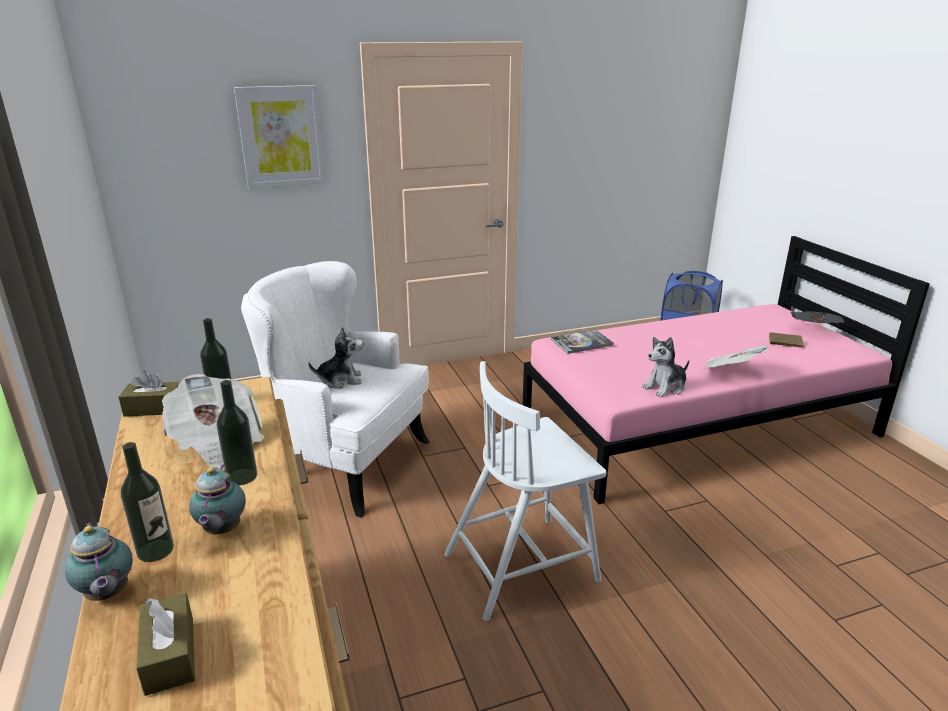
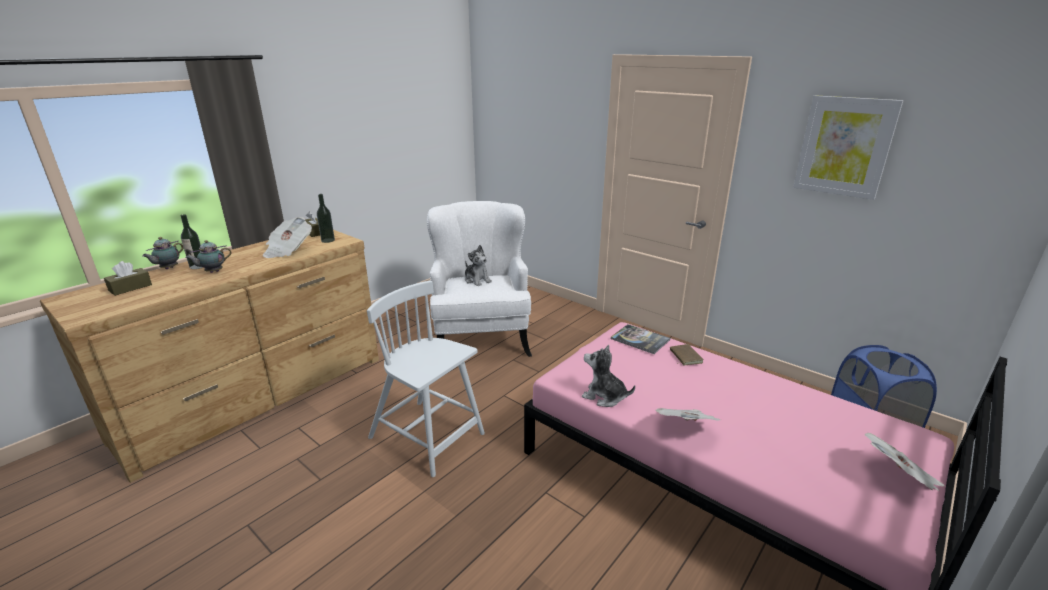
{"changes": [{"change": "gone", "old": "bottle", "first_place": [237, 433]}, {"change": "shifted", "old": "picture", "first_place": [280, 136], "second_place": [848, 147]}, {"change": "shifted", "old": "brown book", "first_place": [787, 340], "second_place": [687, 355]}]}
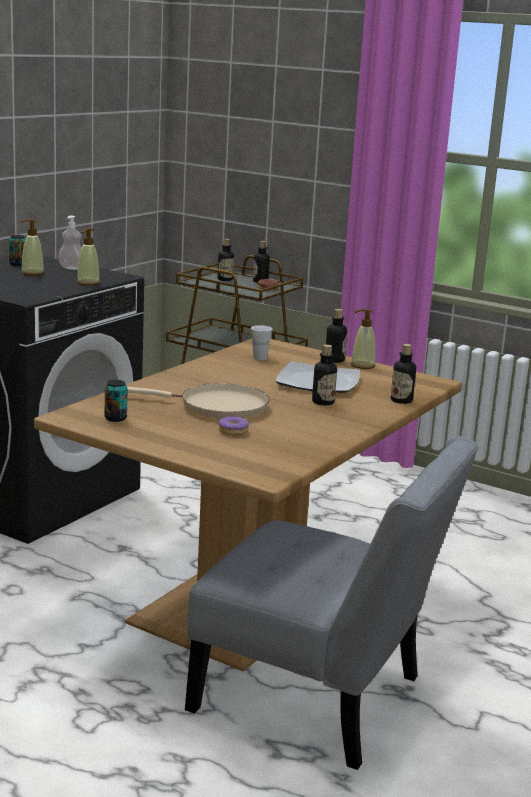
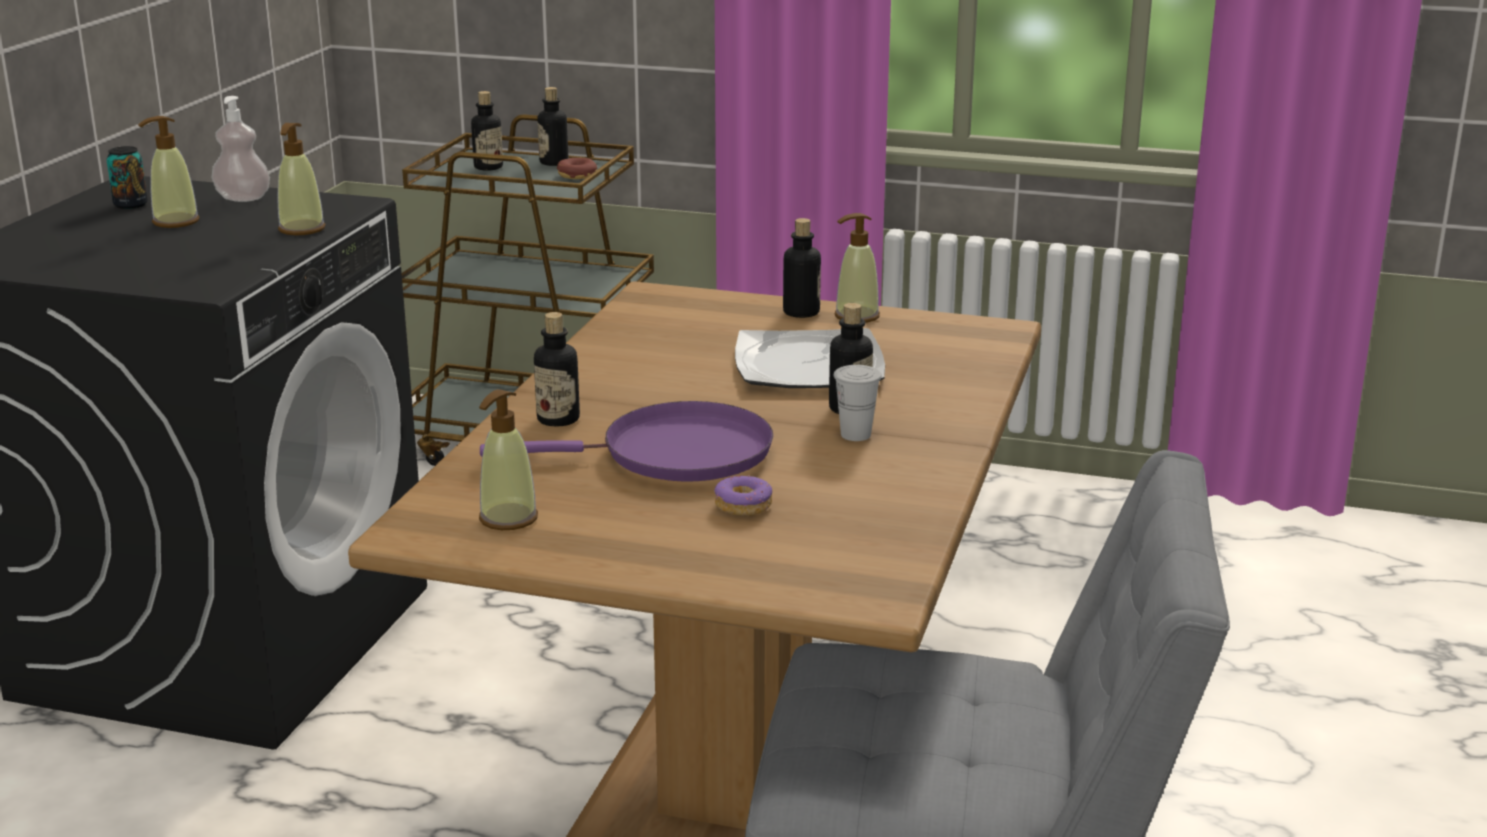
{"changes": [{"change": "swapped", "old": "can", "new": "soap dispenser", "first_place": [116, 401], "second_place": [508, 459]}, {"change": "repainted", "old": "beige frying pan", "new": "purple frying pan", "first_place": [198, 401], "second_place": [626, 441]}, {"change": "shifted", "old": "white cup", "first_place": [262, 342], "second_place": [857, 403]}, {"change": "shifted", "old": "bottle", "first_place": [403, 374], "second_place": [557, 369]}]}
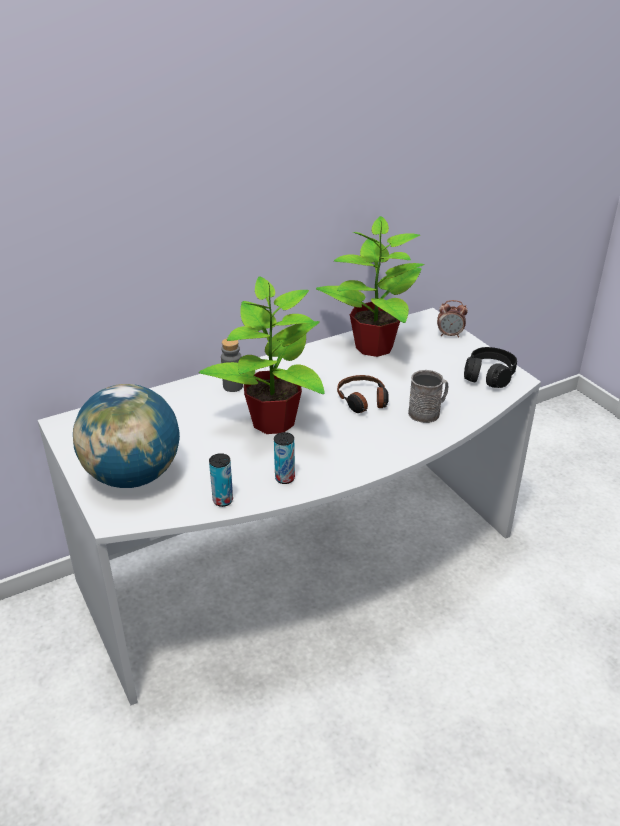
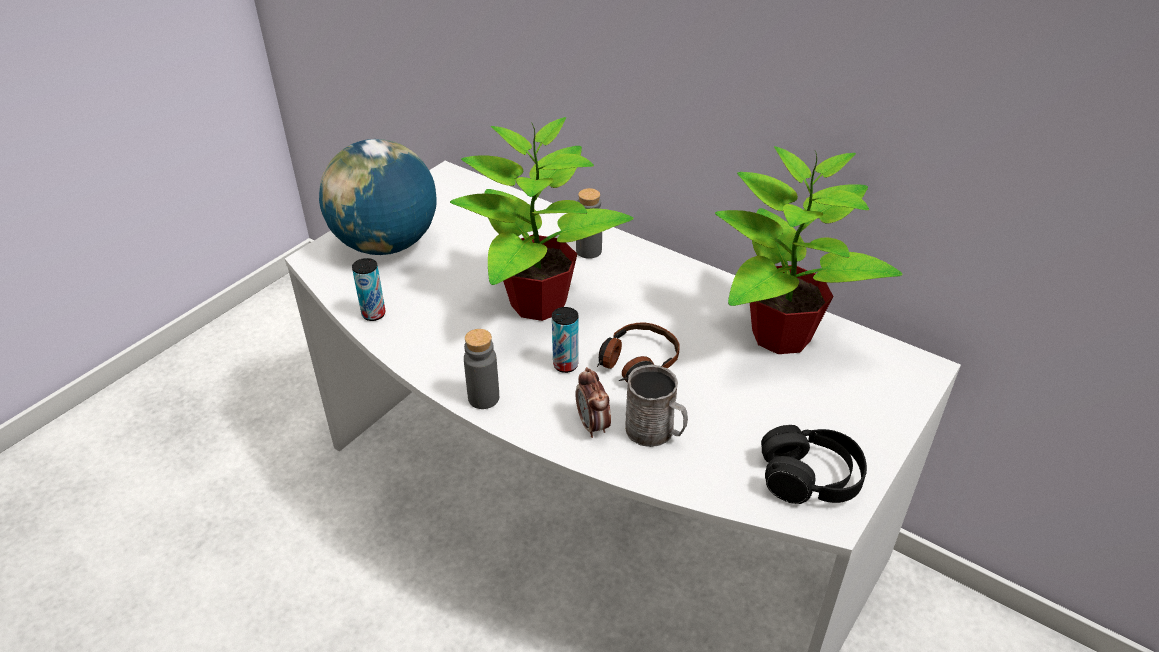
{"changes": [{"change": "shifted", "old": "can", "first_place": [284, 458], "second_place": [565, 340]}, {"change": "shifted", "old": "alarm clock", "first_place": [452, 319], "second_place": [593, 402]}, {"change": "new", "new": "grey bottle", "second_place": [481, 369]}]}
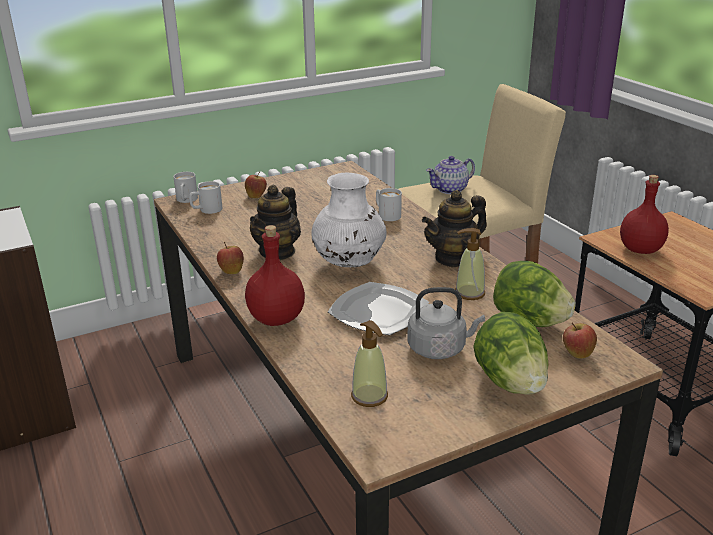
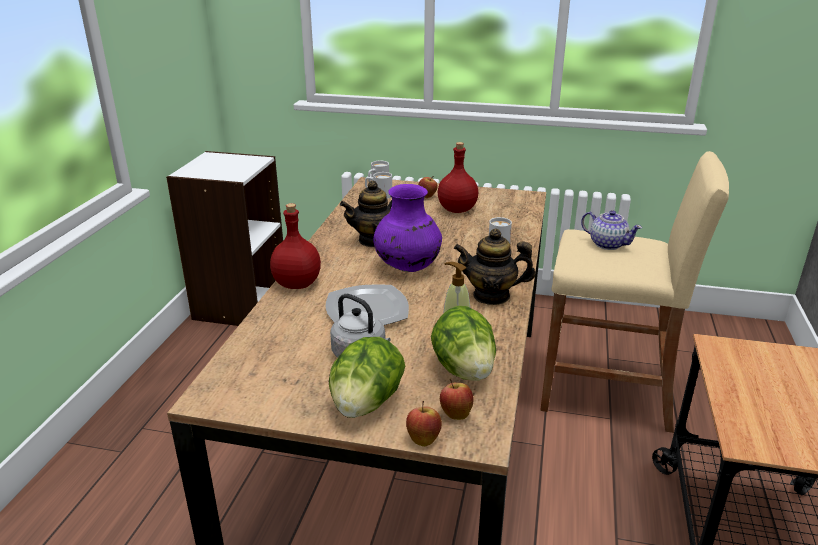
{"changes": [{"change": "shifted", "old": "apple", "first_place": [230, 258], "second_place": [424, 424]}, {"change": "repainted", "old": "white vase", "new": "purple vase", "first_place": [349, 220], "second_place": [407, 228]}, {"change": "gone", "old": "soap dispenser", "first_place": [369, 363]}, {"change": "rotated", "old": "teapot", "first_place": [450, 175], "second_place": [611, 230], "degrees": -150}, {"change": "shifted", "old": "red bottle", "first_place": [644, 214], "second_place": [458, 177]}]}
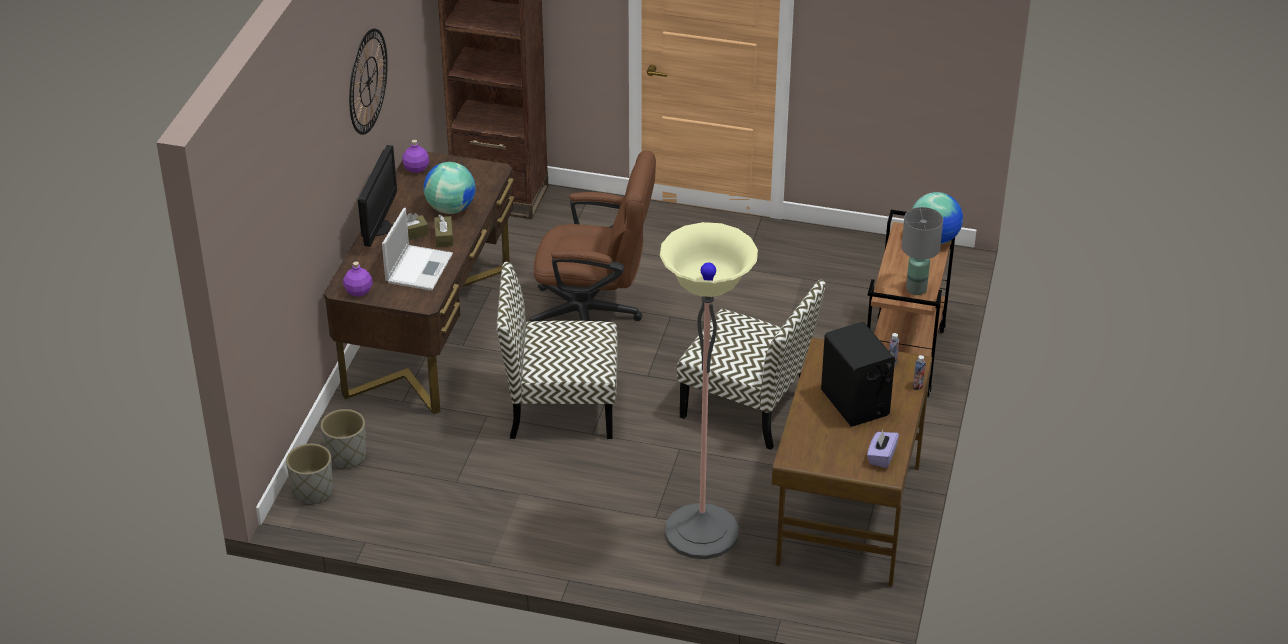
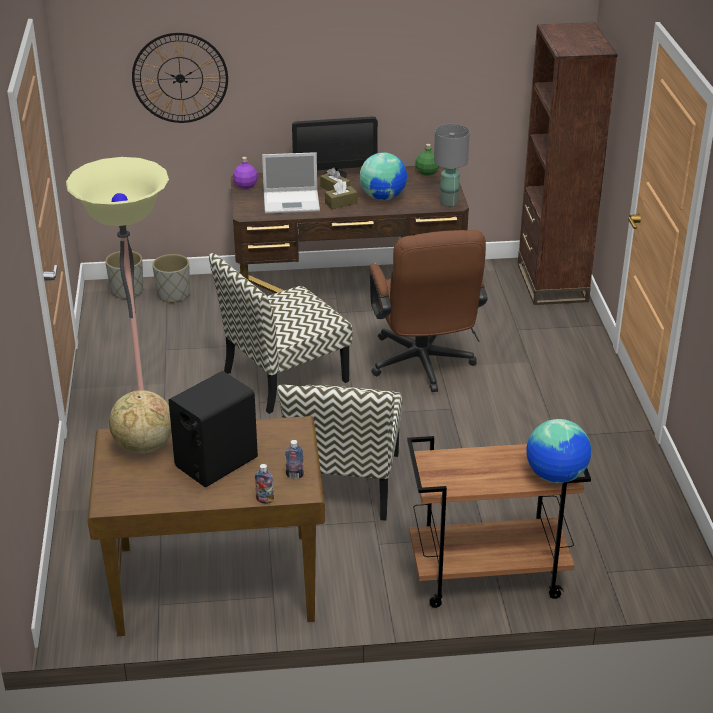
{"changes": [{"change": "shifted", "old": "wall clock", "first_place": [368, 82], "second_place": [180, 77]}, {"change": "repainted", "old": "purple bottle", "new": "green bottle", "first_place": [415, 156], "second_place": [427, 159]}, {"change": "rotated", "old": "chair", "first_place": [557, 350], "second_place": [280, 333], "degrees": -105}, {"change": "gone", "old": "purple tissue box", "first_place": [883, 449]}, {"change": "shifted", "old": "grey table lamp", "first_place": [922, 251], "second_place": [452, 165]}, {"change": "new", "new": "globe", "second_place": [140, 422]}]}
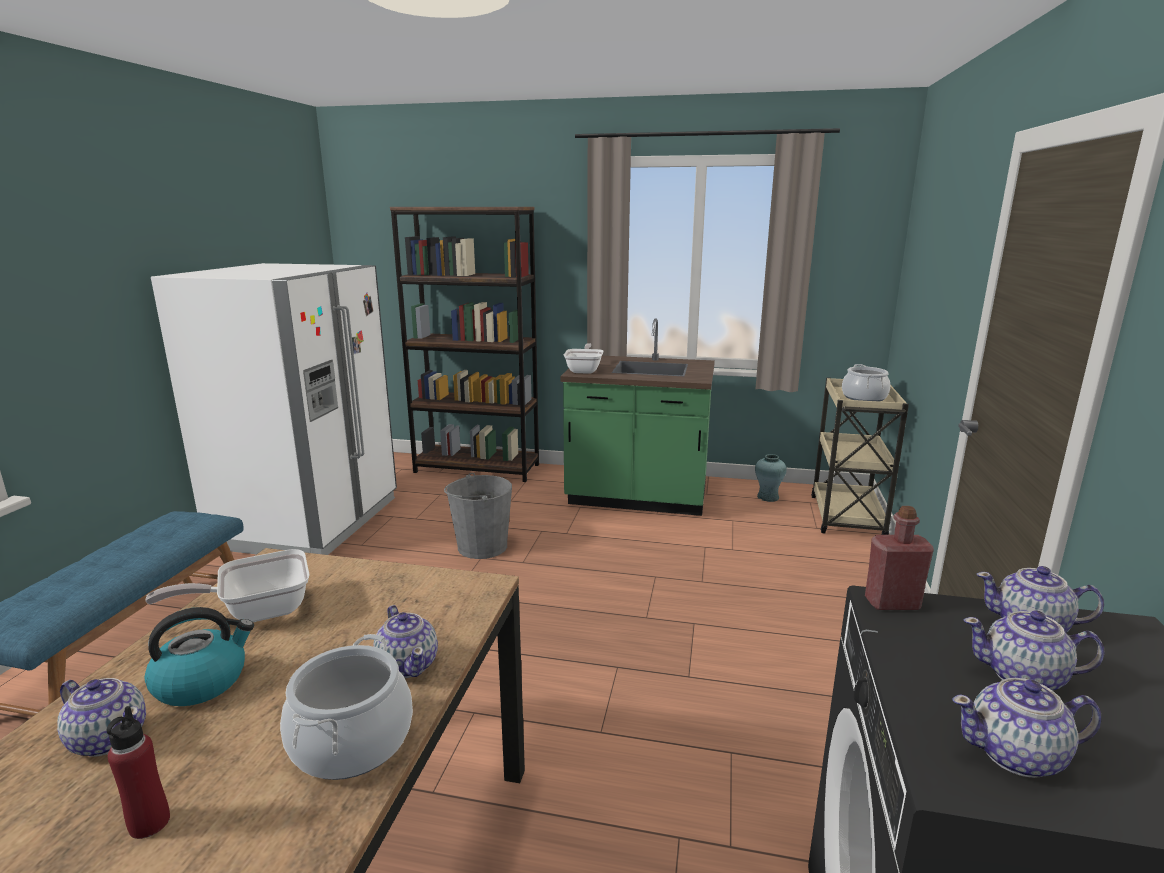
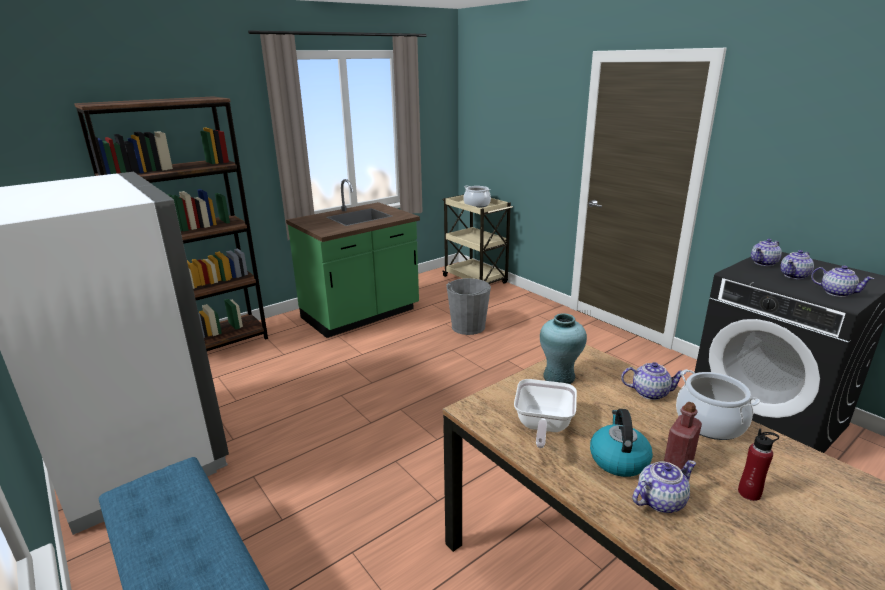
{"changes": [{"change": "shifted", "old": "grey bucket", "first_place": [478, 516], "second_place": [469, 306]}, {"change": "gone", "old": "frying pan", "first_place": [584, 358]}, {"change": "shifted", "old": "turquoise vase", "first_place": [770, 478], "second_place": [563, 348]}, {"change": "shifted", "old": "red bottle", "first_place": [899, 558], "second_place": [683, 436]}, {"change": "rotated", "old": "teapot", "first_place": [1026, 728], "second_place": [842, 281], "degrees": -90}]}
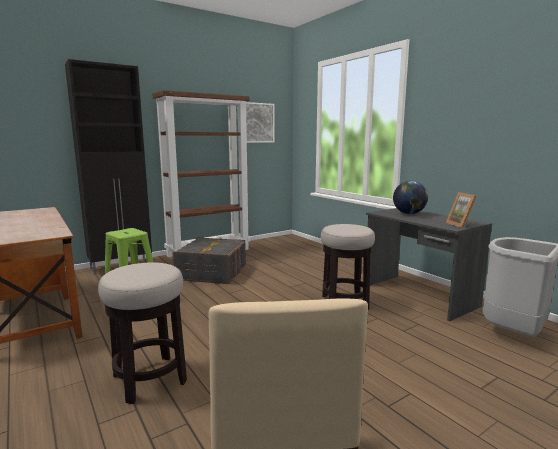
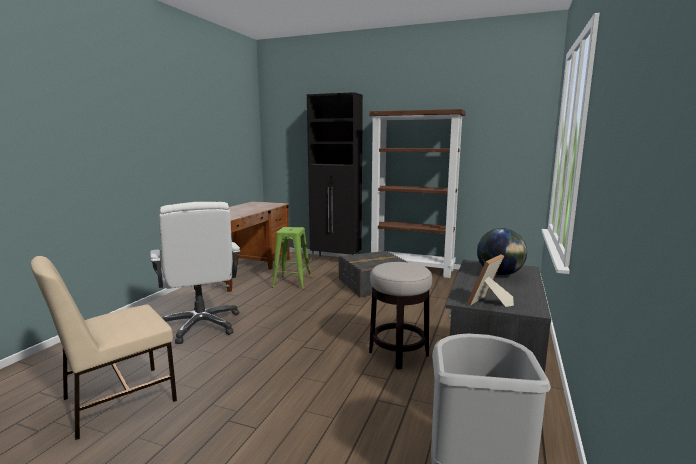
{"changes": [{"change": "swapped", "old": "stool", "new": "white office chair", "first_place": [142, 333], "second_place": [195, 273]}, {"change": "gone", "old": "picture", "first_place": [260, 122]}]}
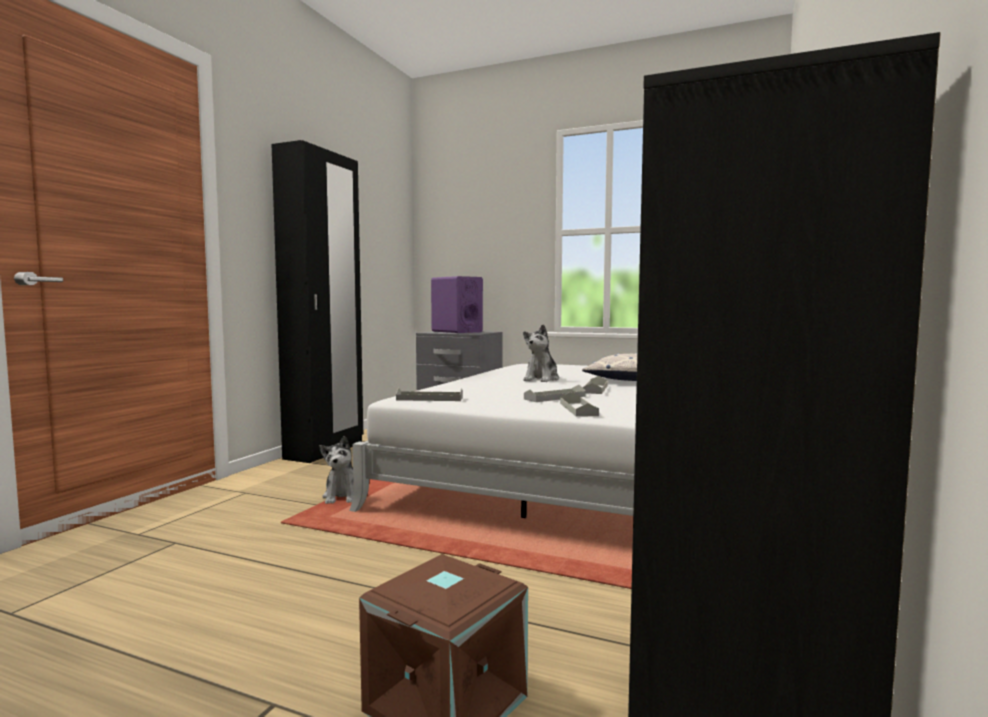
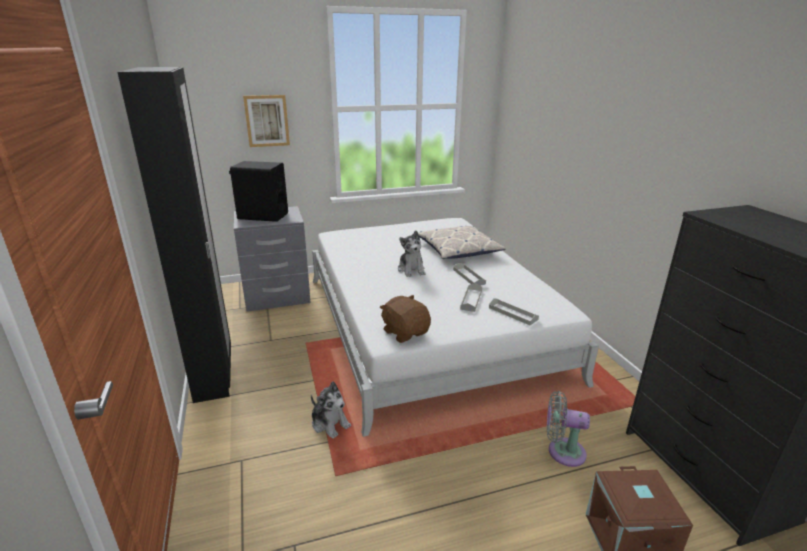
{"changes": [{"change": "swapped", "old": "grey tray", "new": "brown plush toy", "first_place": [429, 394], "second_place": [405, 319]}, {"change": "repainted", "old": "purple speaker", "new": "black speaker", "first_place": [457, 304], "second_place": [258, 191]}, {"change": "new", "new": "picture", "second_place": [266, 121]}, {"change": "new", "new": "grey fan", "second_place": [568, 429]}]}
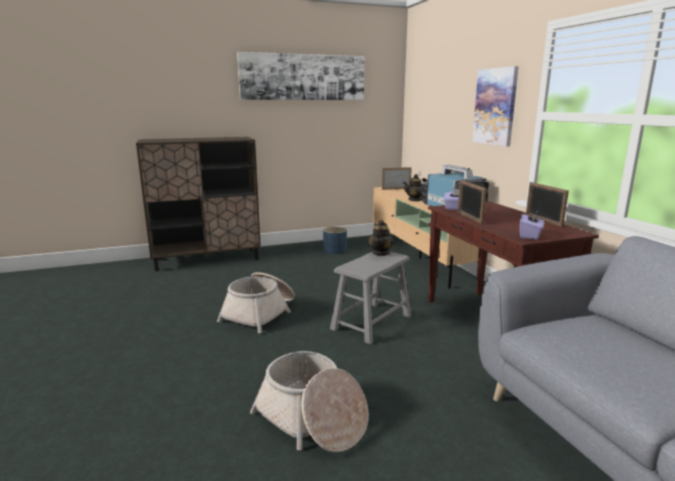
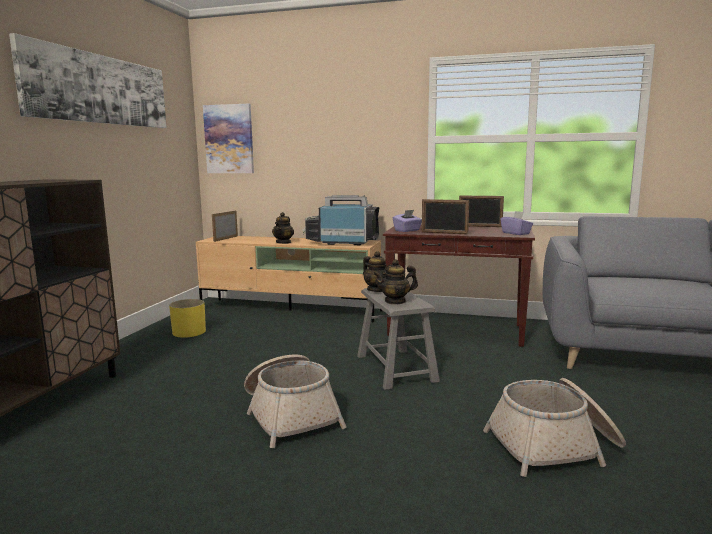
{"changes": [{"change": "repainted", "old": "blue planter", "new": "yellow planter", "first_place": [335, 240], "second_place": [187, 318]}, {"change": "shifted", "old": "picture", "first_place": [495, 106], "second_place": [228, 138]}, {"change": "new", "new": "teapot", "second_place": [395, 281]}]}
